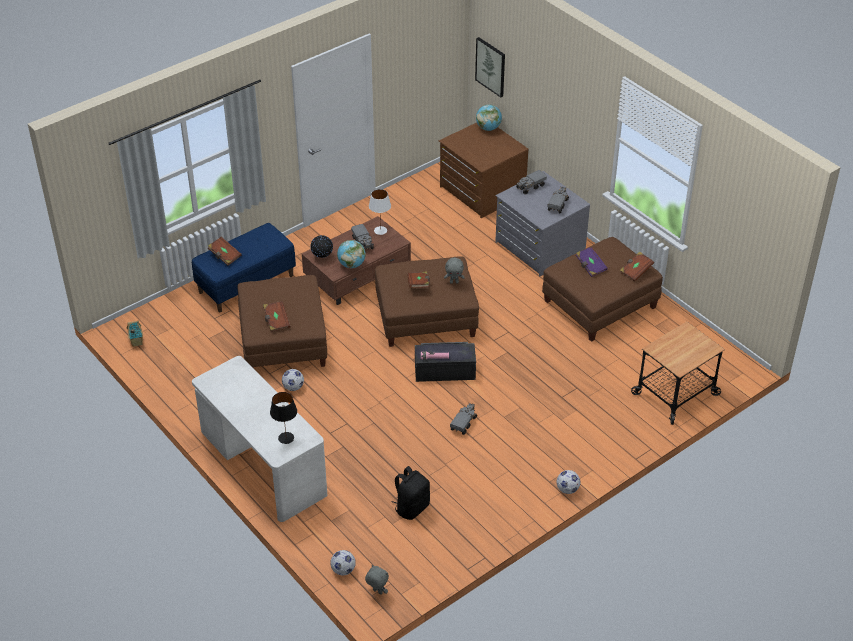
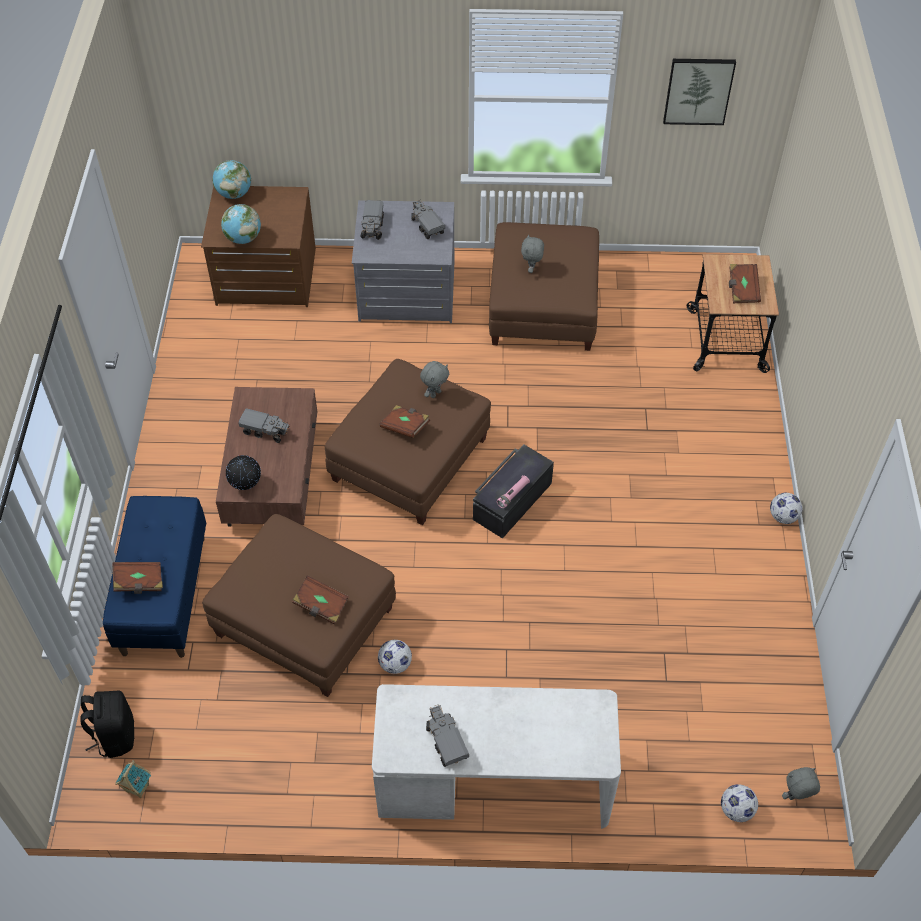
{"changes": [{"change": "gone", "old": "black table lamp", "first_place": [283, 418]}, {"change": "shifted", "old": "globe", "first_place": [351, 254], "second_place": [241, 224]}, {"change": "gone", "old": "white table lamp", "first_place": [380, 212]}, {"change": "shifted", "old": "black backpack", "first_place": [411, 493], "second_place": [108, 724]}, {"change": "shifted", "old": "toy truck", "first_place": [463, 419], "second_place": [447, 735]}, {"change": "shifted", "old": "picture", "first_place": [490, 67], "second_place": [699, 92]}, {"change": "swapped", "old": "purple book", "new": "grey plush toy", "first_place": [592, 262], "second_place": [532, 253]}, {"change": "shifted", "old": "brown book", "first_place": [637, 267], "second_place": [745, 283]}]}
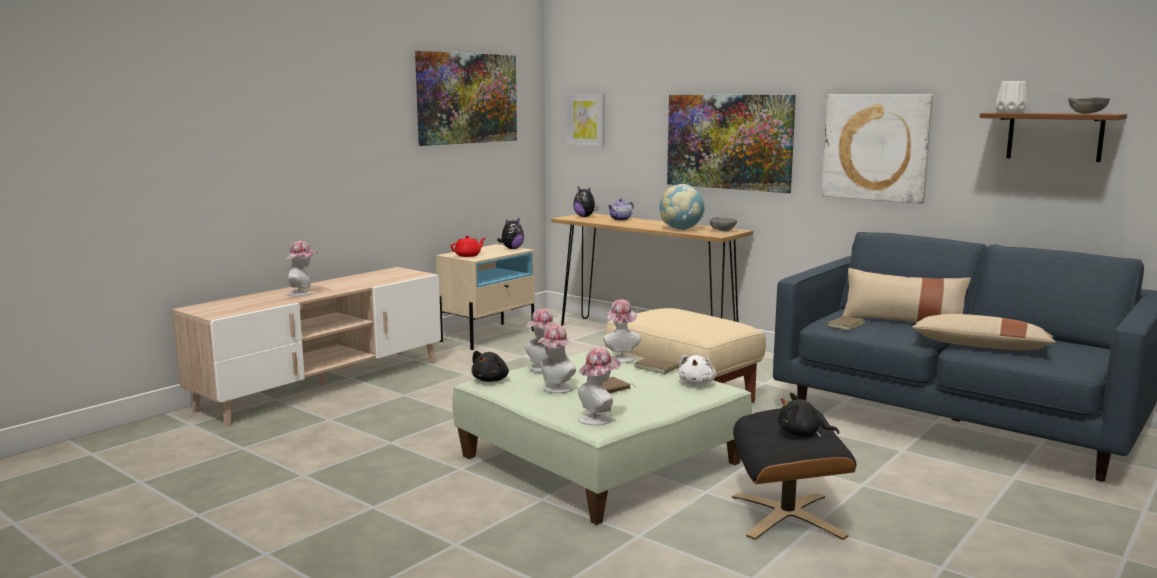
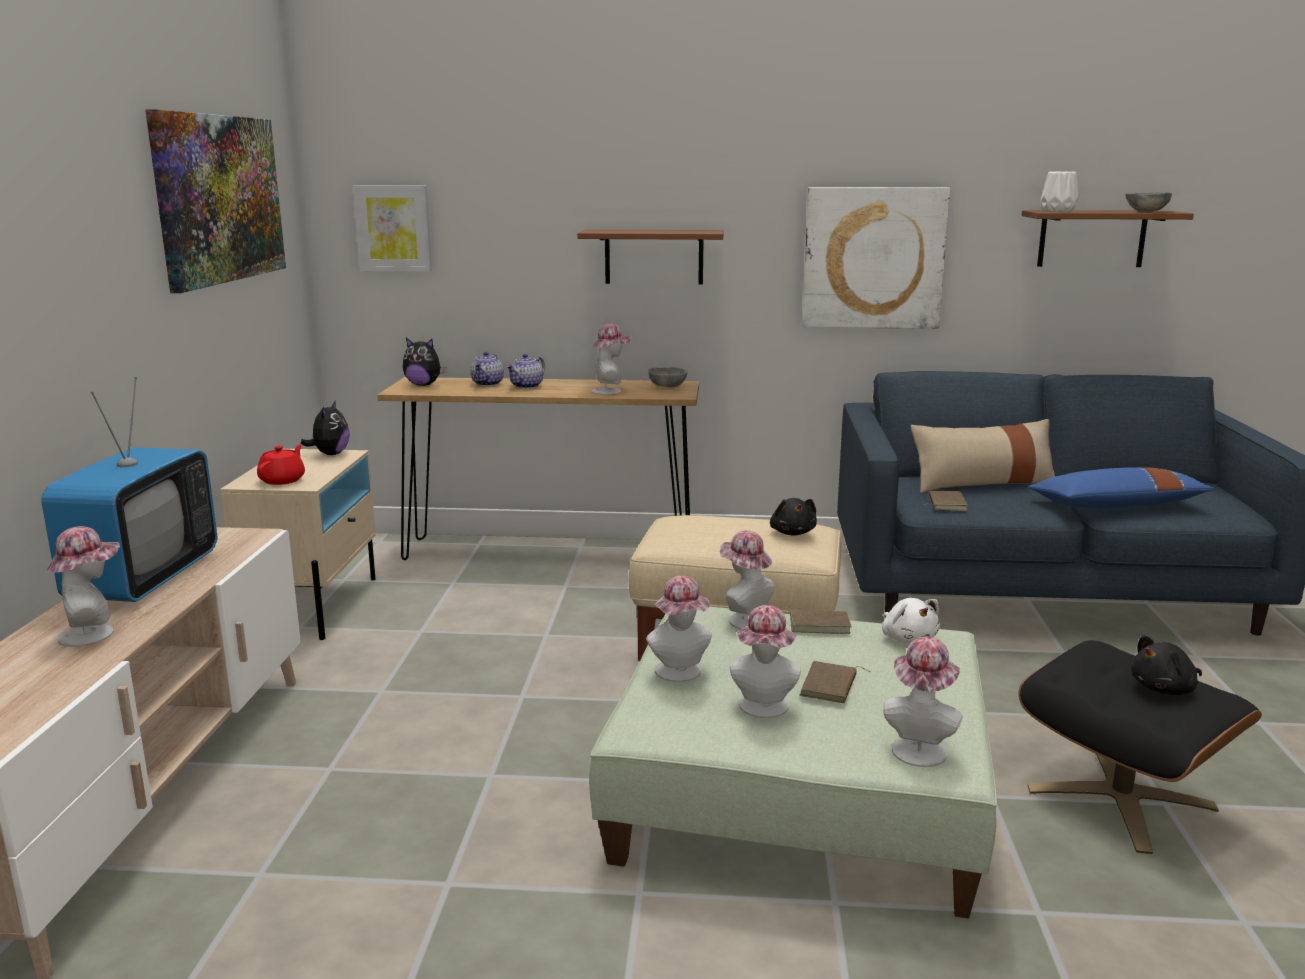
{"changes": [{"change": "shifted", "old": "black plush toy", "first_place": [490, 366], "second_place": [793, 517]}, {"change": "swapped", "old": "globe", "new": "hat", "first_place": [682, 207], "second_place": [611, 359]}, {"change": "swapped", "old": "picture", "new": "brown shelf", "first_place": [731, 144], "second_place": [650, 257]}, {"change": "repainted", "old": "beige pillow", "new": "blue pillow", "first_place": [984, 332], "second_place": [1121, 487]}, {"change": "new", "new": "television", "second_place": [129, 489]}, {"change": "new", "new": "teapot", "second_place": [525, 371]}]}
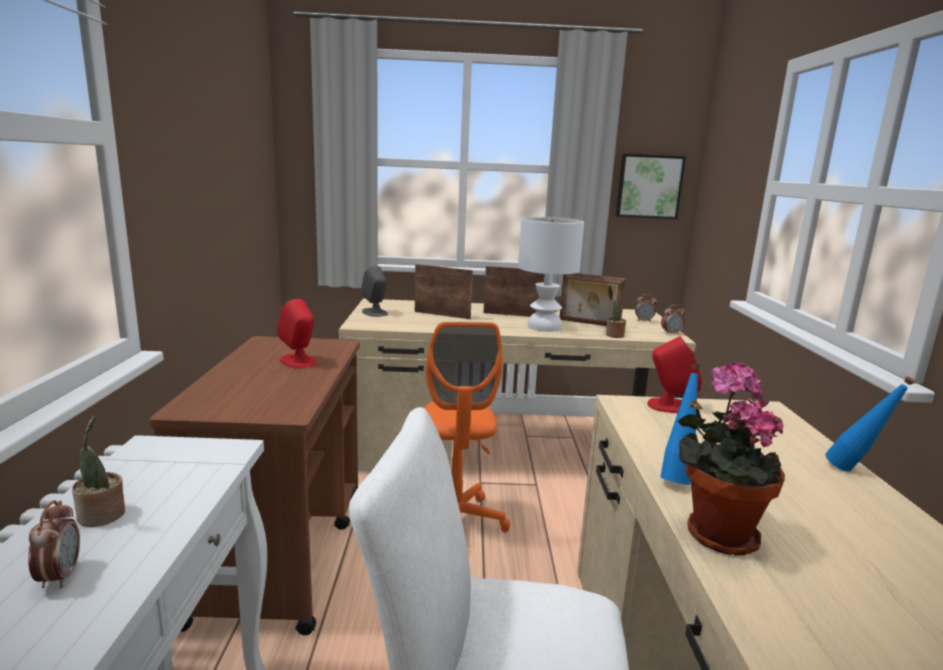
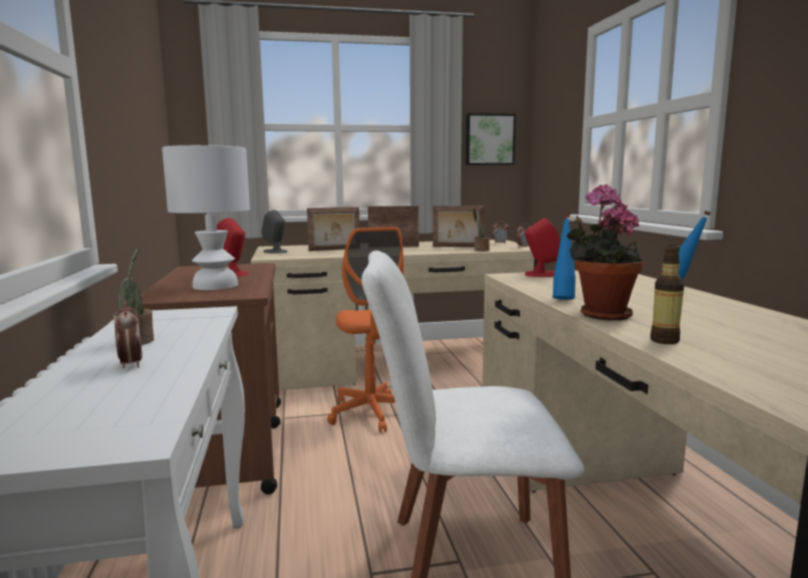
{"changes": [{"change": "rotated", "old": "picture frame", "first_place": [444, 291], "second_place": [333, 229], "degrees": 150}, {"change": "shifted", "old": "white table lamp", "first_place": [551, 274], "second_place": [206, 217]}, {"change": "new", "new": "bottle", "second_place": [667, 294]}]}
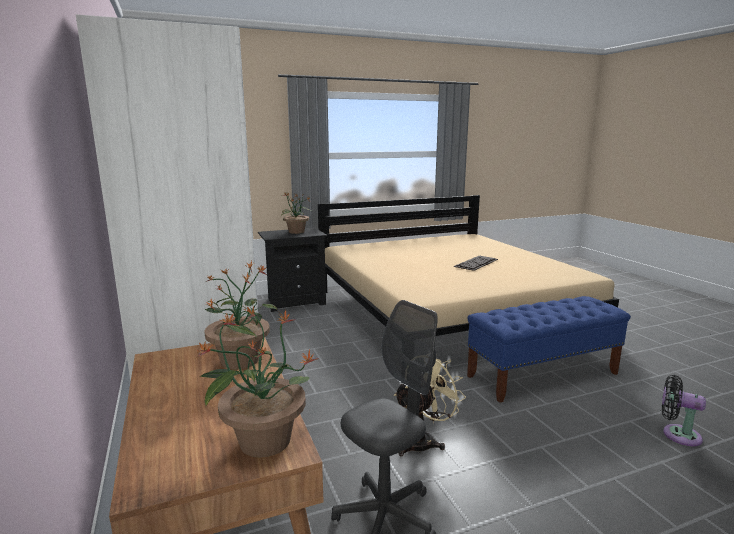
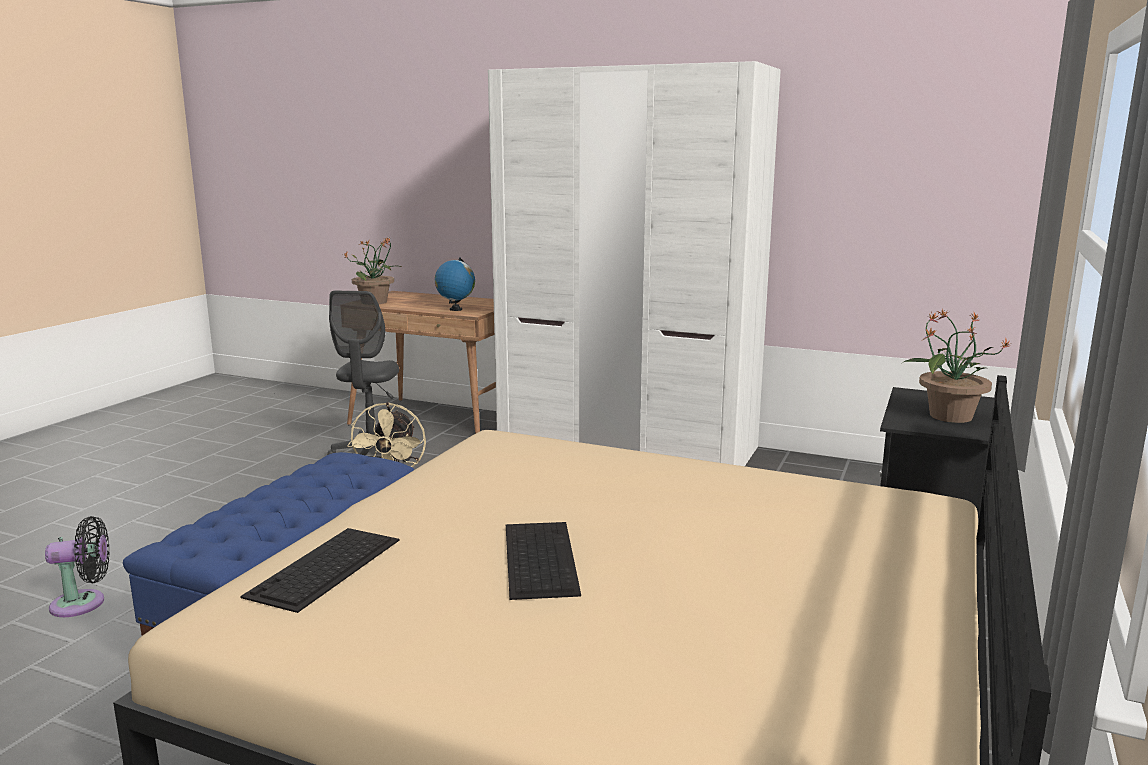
{"changes": [{"change": "swapped", "old": "potted plant", "new": "globe", "first_place": [241, 315], "second_place": [455, 284]}, {"change": "new", "new": "keyboard", "second_place": [320, 570]}]}
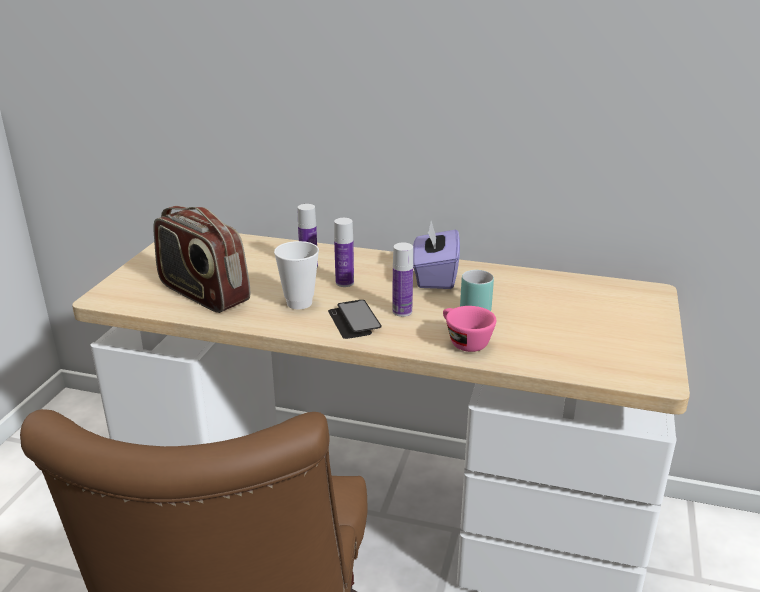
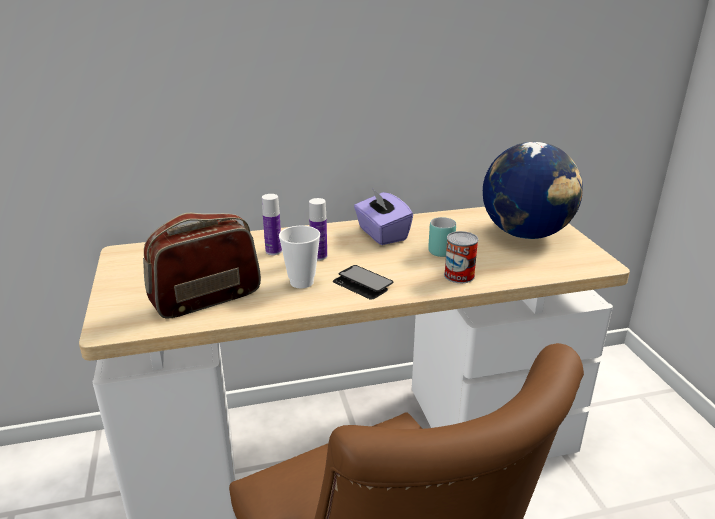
{"changes": [{"change": "rotated", "old": "radio", "first_place": [201, 259], "second_place": [202, 266], "degrees": 135}, {"change": "gone", "old": "bottle", "first_place": [402, 280]}, {"change": "swapped", "old": "pink cup", "new": "can", "first_place": [469, 329], "second_place": [461, 257]}, {"change": "new", "new": "globe", "second_place": [533, 190]}]}
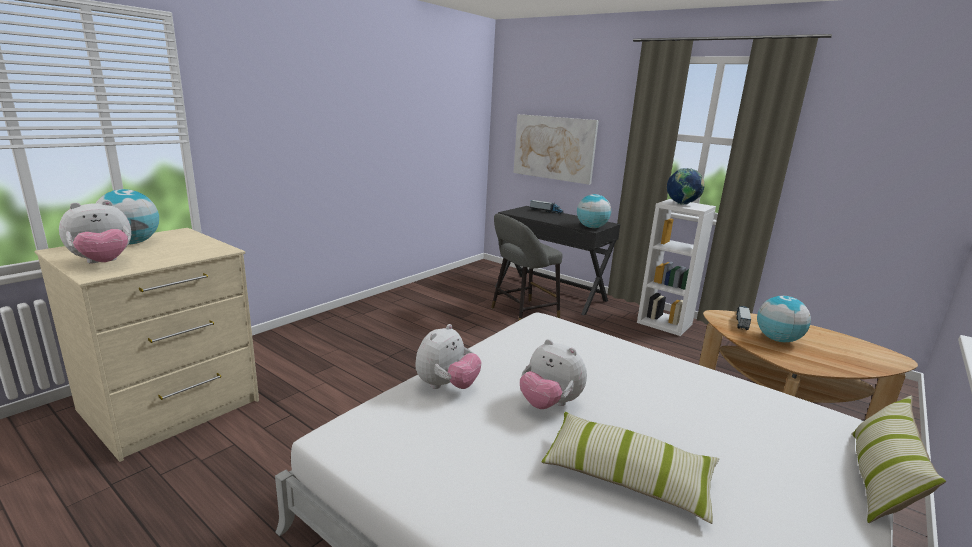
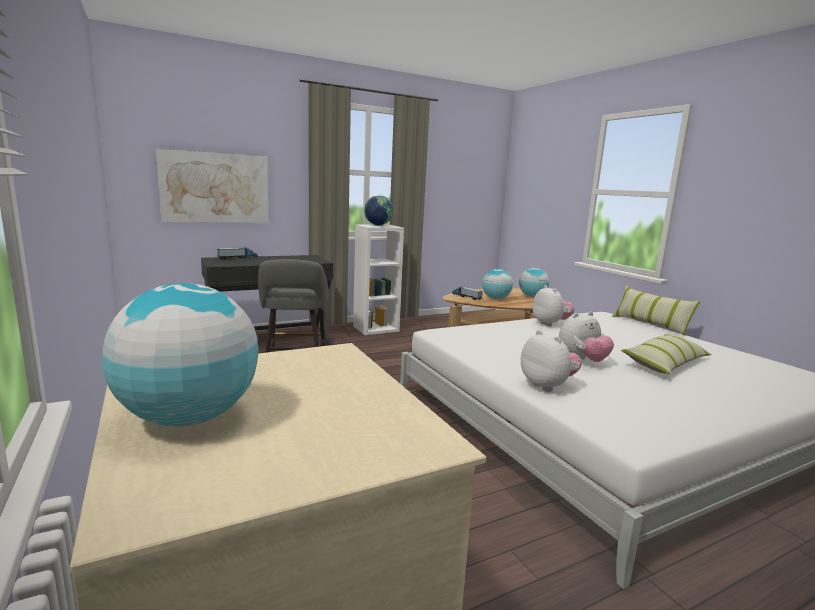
{"changes": [{"change": "shifted", "old": "plush toy", "first_place": [95, 231], "second_place": [553, 306]}, {"change": "shifted", "old": "globe", "first_place": [594, 211], "second_place": [534, 282]}]}
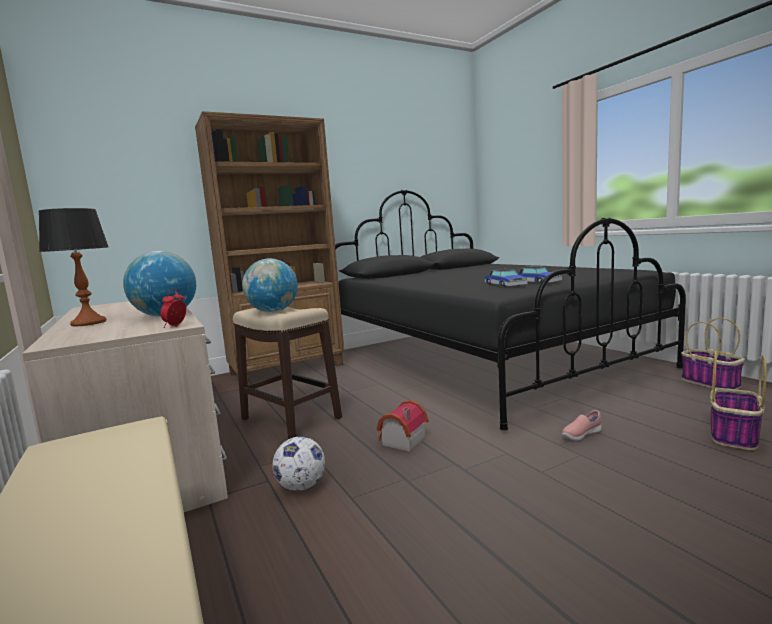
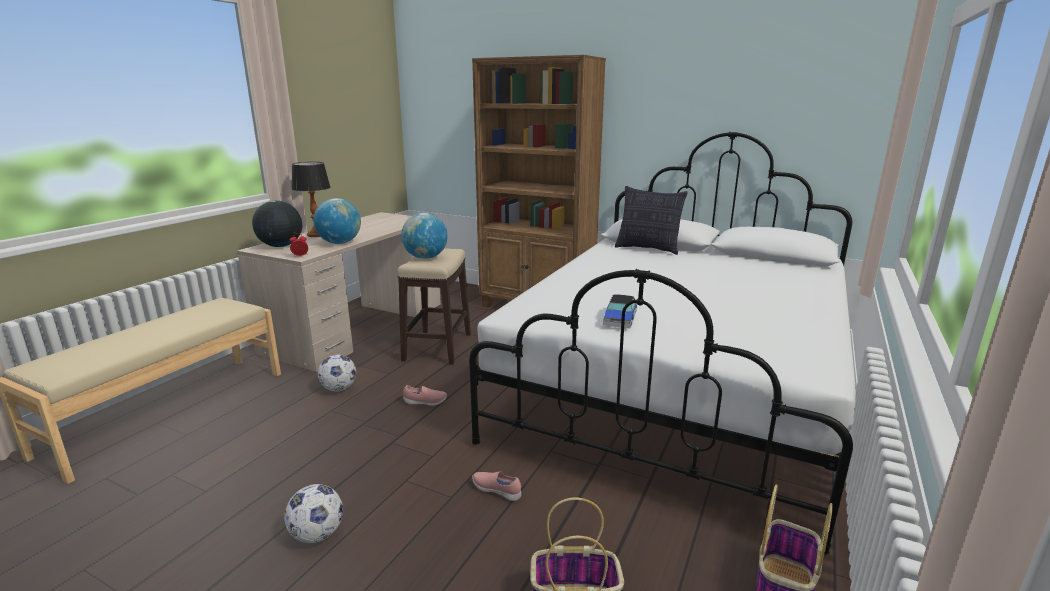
{"changes": [{"change": "repainted", "old": "black bed", "new": "white bed", "first_place": [510, 310], "second_place": [662, 343]}, {"change": "swapped", "old": "toy house", "new": "pink shoe", "first_place": [402, 426], "second_place": [425, 395]}, {"change": "gone", "old": "toy car", "first_place": [506, 278]}, {"change": "new", "new": "globe", "second_place": [277, 224]}, {"change": "new", "new": "football", "second_place": [313, 513]}, {"change": "new", "new": "pillow", "second_place": [651, 220]}]}
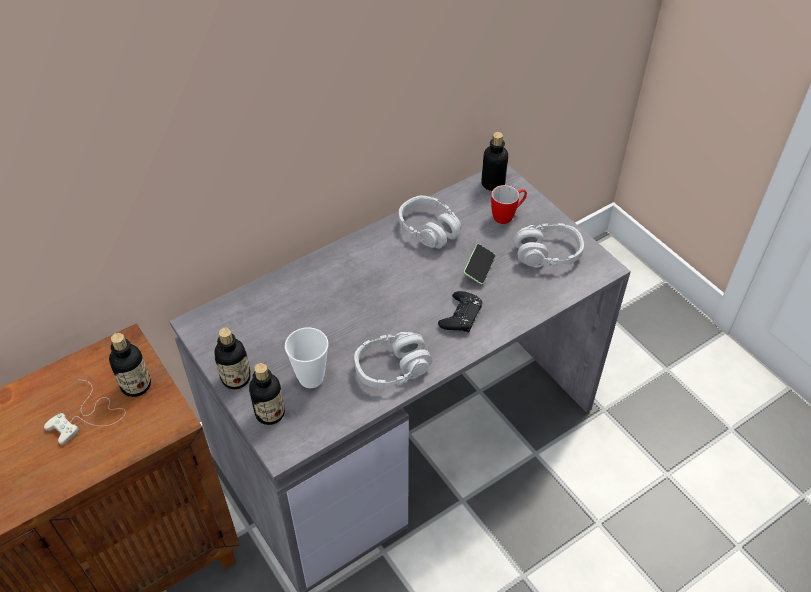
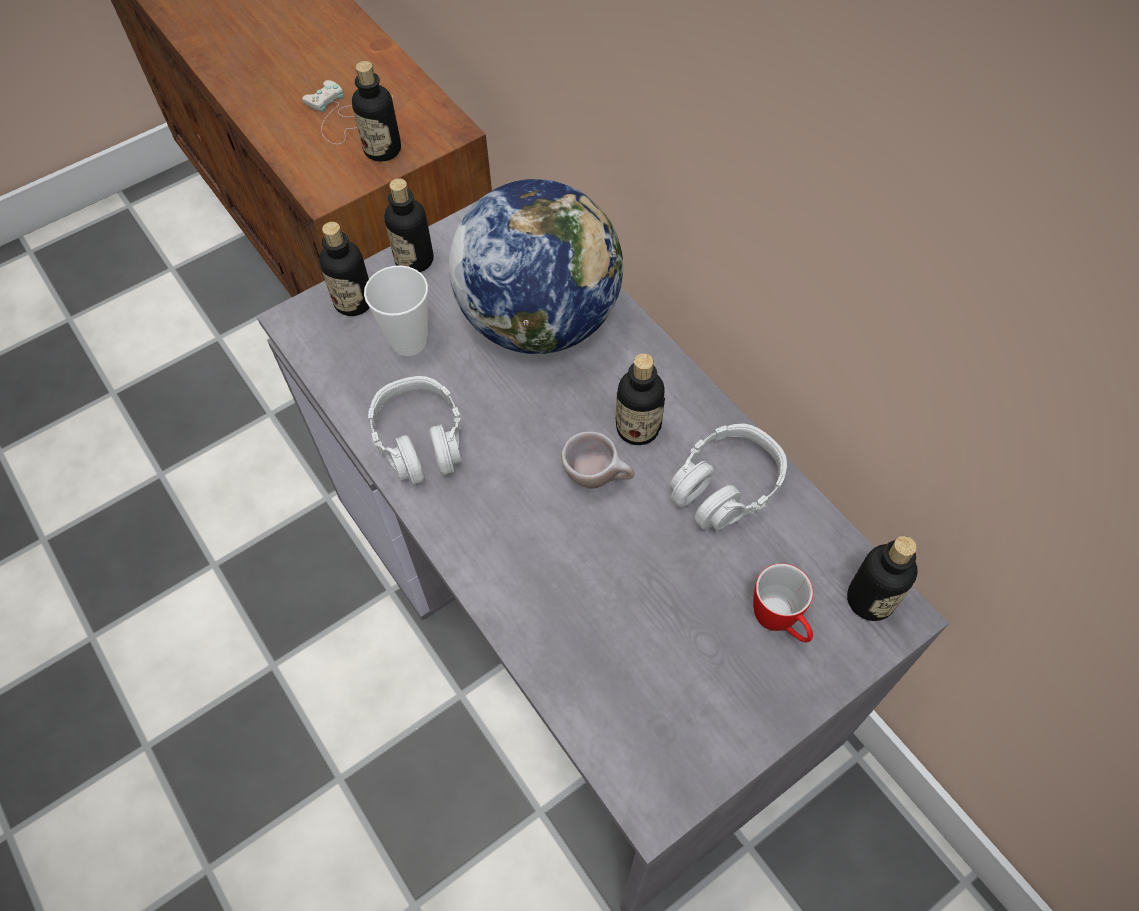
{"changes": [{"change": "gone", "old": "black game controller", "first_place": [460, 311]}, {"change": "gone", "old": "phone", "first_place": [480, 264]}, {"change": "gone", "old": "grey headphones", "first_place": [548, 245]}, {"change": "new", "new": "globe", "second_place": [536, 266]}, {"change": "new", "new": "beige cup", "second_place": [598, 460]}, {"change": "new", "new": "bottle", "second_place": [640, 399]}]}
